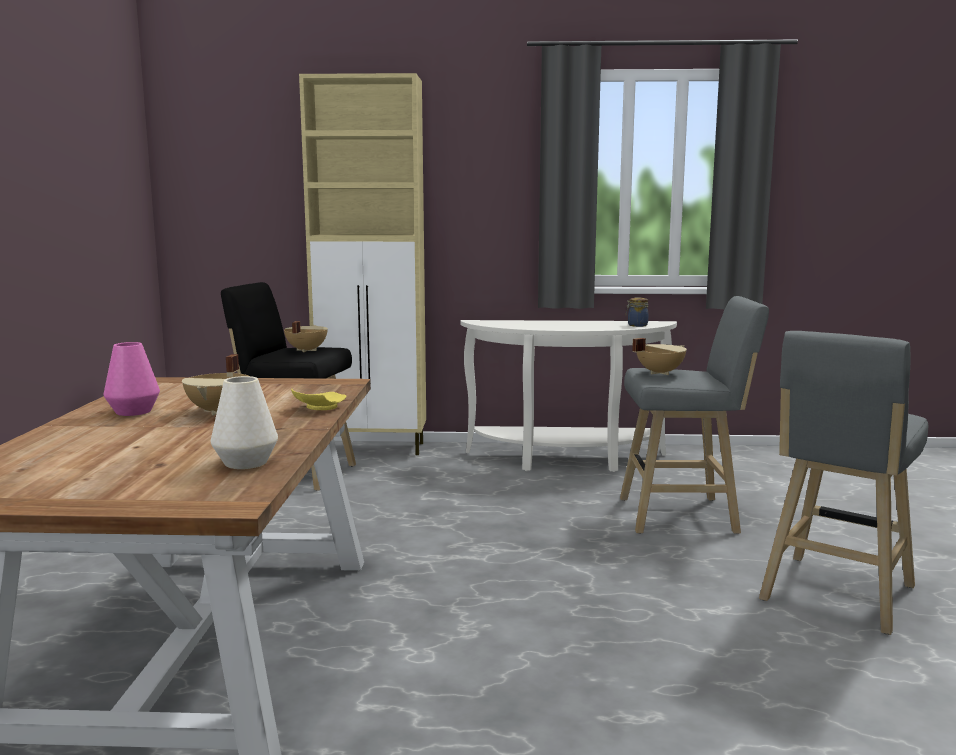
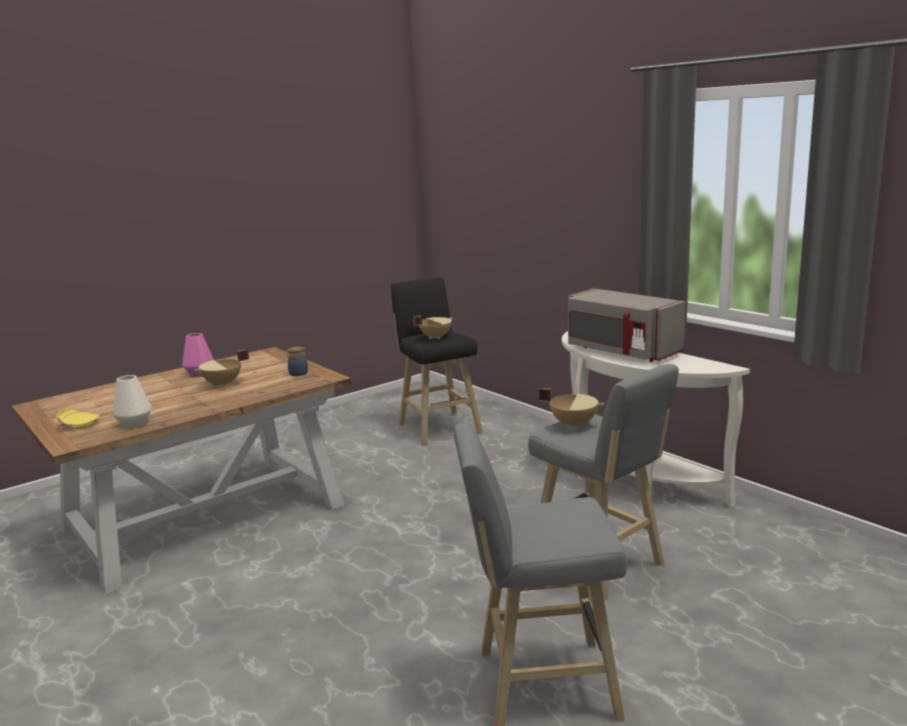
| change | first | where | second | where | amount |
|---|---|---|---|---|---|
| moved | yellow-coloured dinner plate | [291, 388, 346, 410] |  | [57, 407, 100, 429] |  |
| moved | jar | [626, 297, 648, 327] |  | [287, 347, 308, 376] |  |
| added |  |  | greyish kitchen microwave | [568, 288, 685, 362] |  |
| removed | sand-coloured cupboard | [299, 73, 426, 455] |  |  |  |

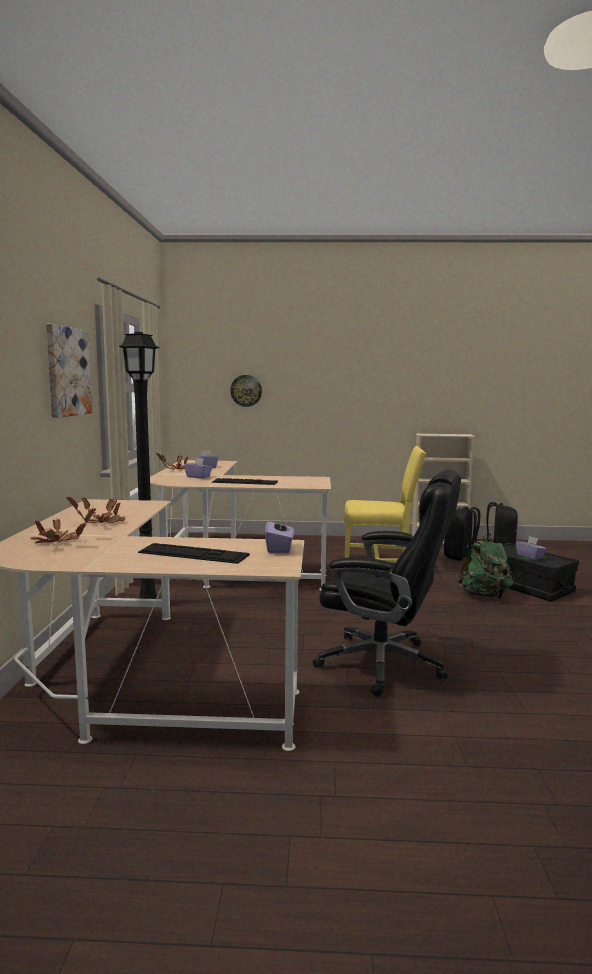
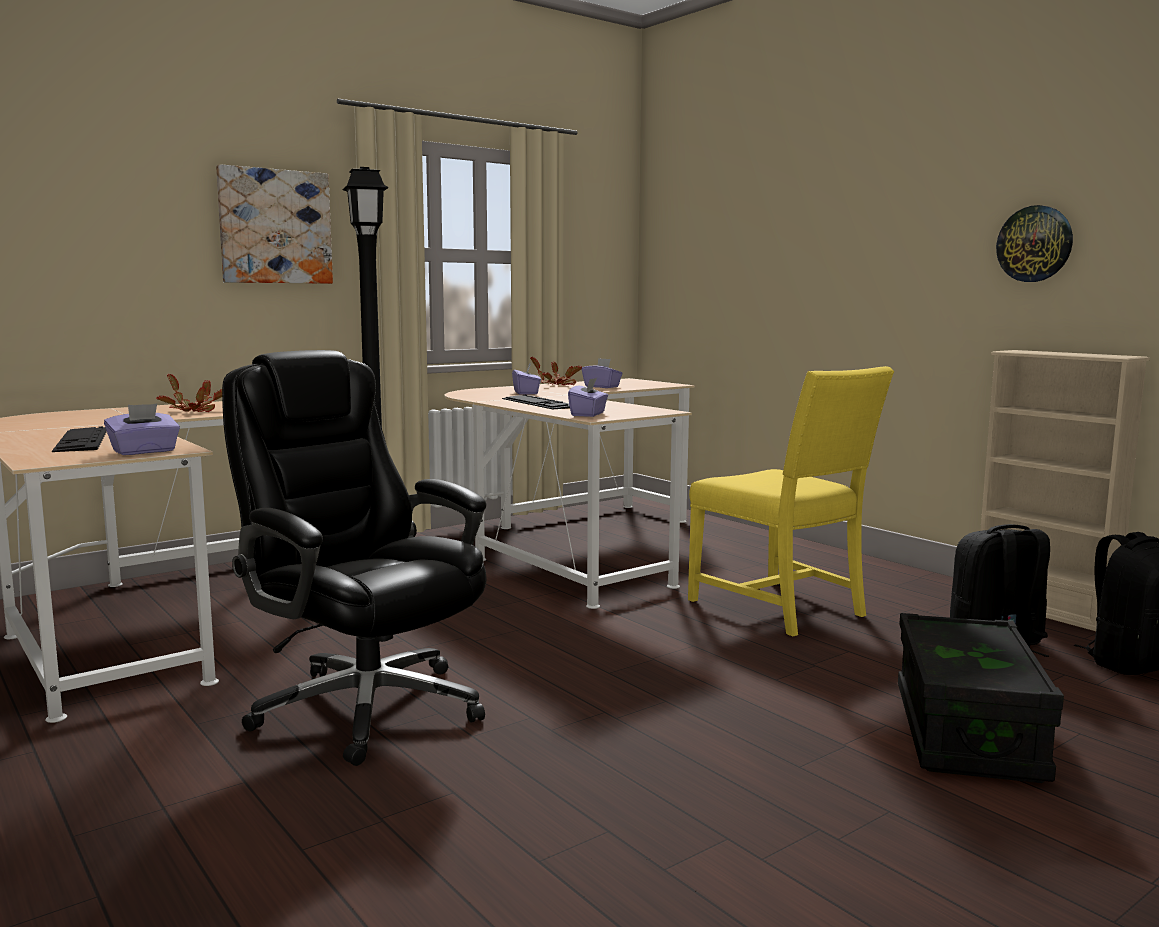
| change | first | where | second | where | amount |
|---|---|---|---|---|---|
| turned | black office chair | [313, 469, 461, 697] |  | [222, 350, 487, 766] | 150 degrees clockwise |
| moved | purplish box of tissues | [516, 536, 547, 560] |  | [568, 378, 608, 417] |  |
| moved | clock on the wall | [230, 375, 262, 407] |  | [996, 205, 1073, 282] |  |
| removed | plant in a pot | [31, 508, 96, 543] |  |  |  |
| removed | green rucksack | [457, 534, 513, 599] |  |  |  |

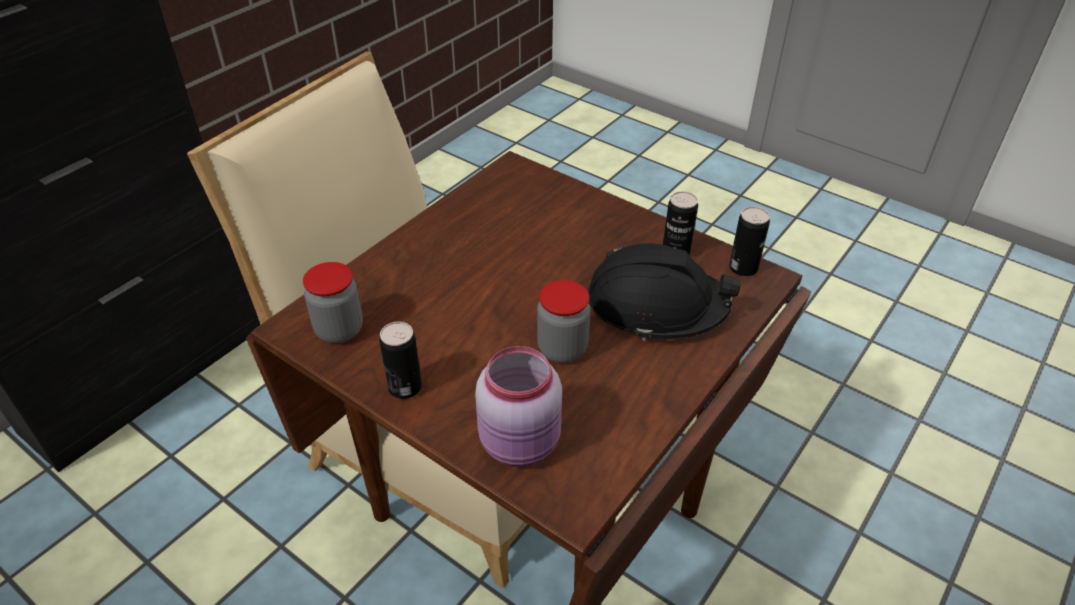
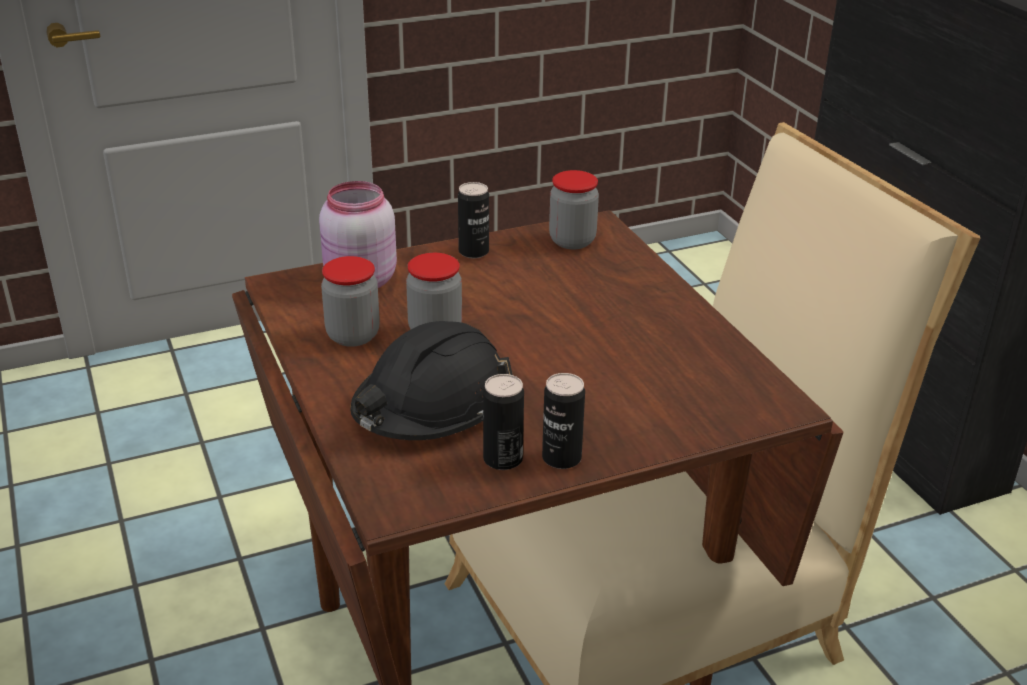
| change | first | where | second | where | amount |
|---|---|---|---|---|---|
| added |  |  | jar | [321, 256, 380, 347] |  |
| moved | metal can | [729, 206, 770, 276] |  | [542, 373, 585, 469] |  |

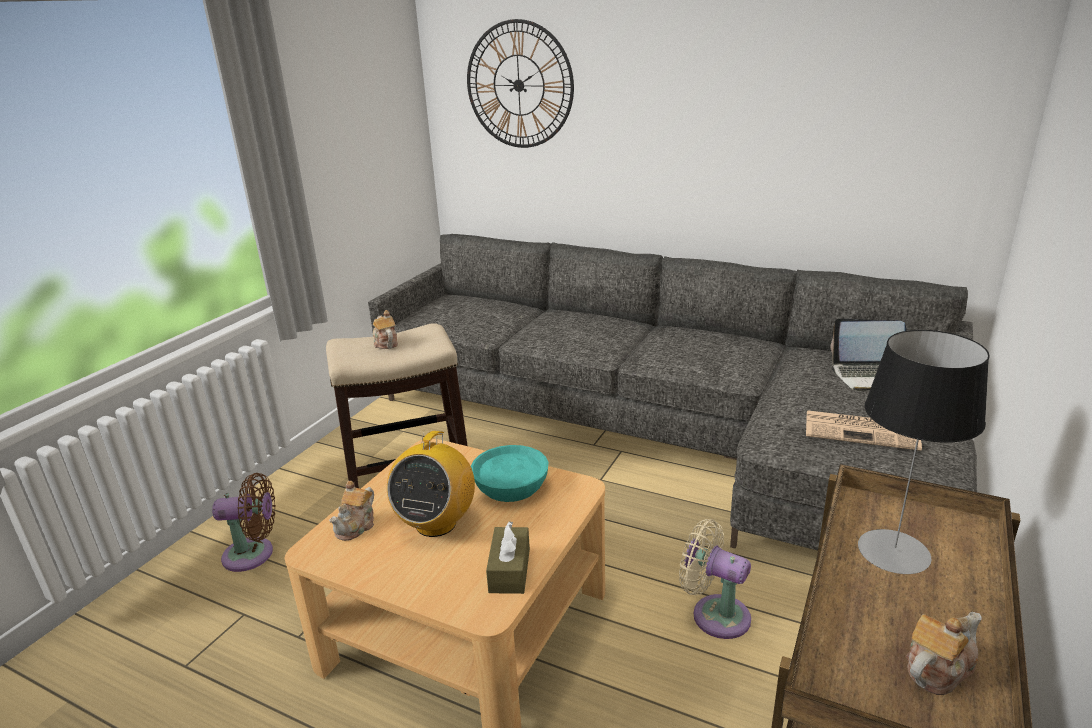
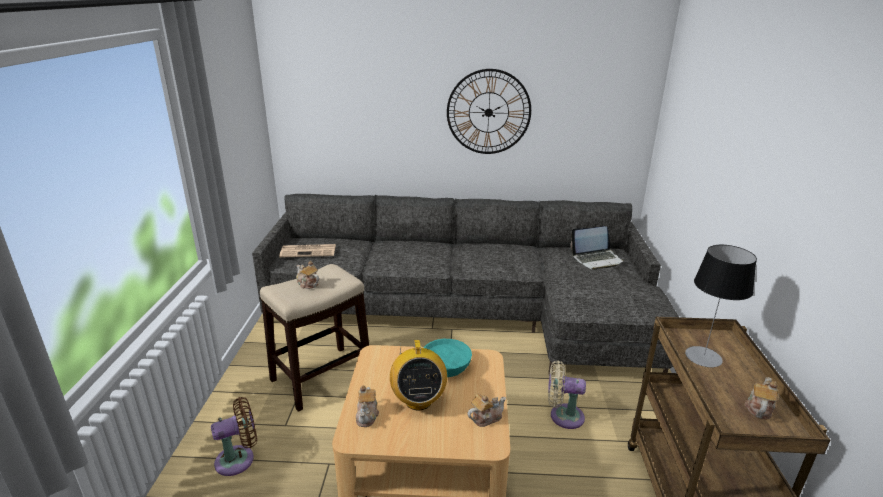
| change | first | where | second | where | amount |
|---|---|---|---|---|---|
| moved | printed paper | [806, 410, 922, 451] |  | [279, 244, 336, 258] |  |
| moved | clock on the wall | [467, 19, 574, 148] |  | [447, 69, 531, 154] |  |
| replaced | brownish box of tissues | [486, 521, 530, 594] | tea pot | [467, 394, 506, 427] |  |

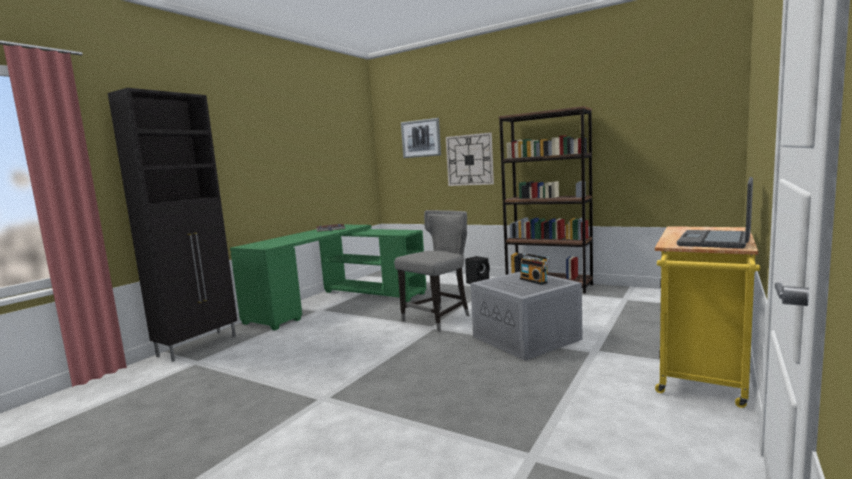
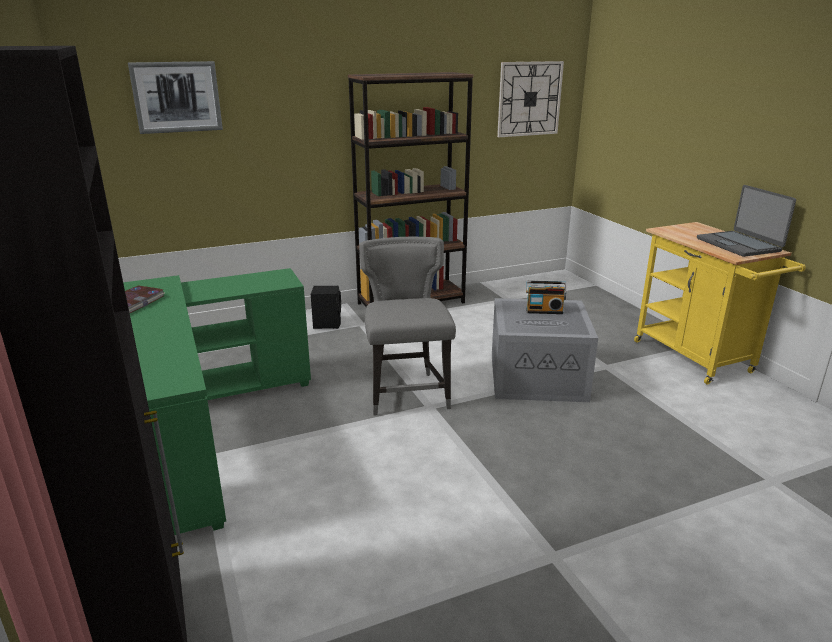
| change | first | where | second | where | amount |
|---|---|---|---|---|---|
| moved | clock on the wall | [446, 132, 494, 186] |  | [497, 61, 564, 137] |  |

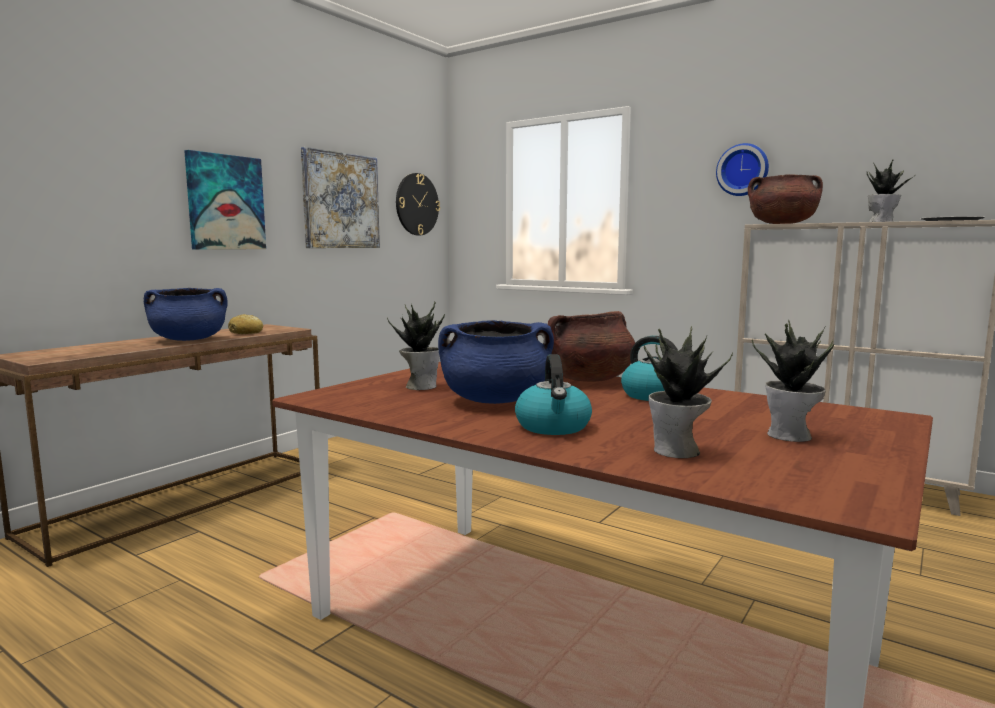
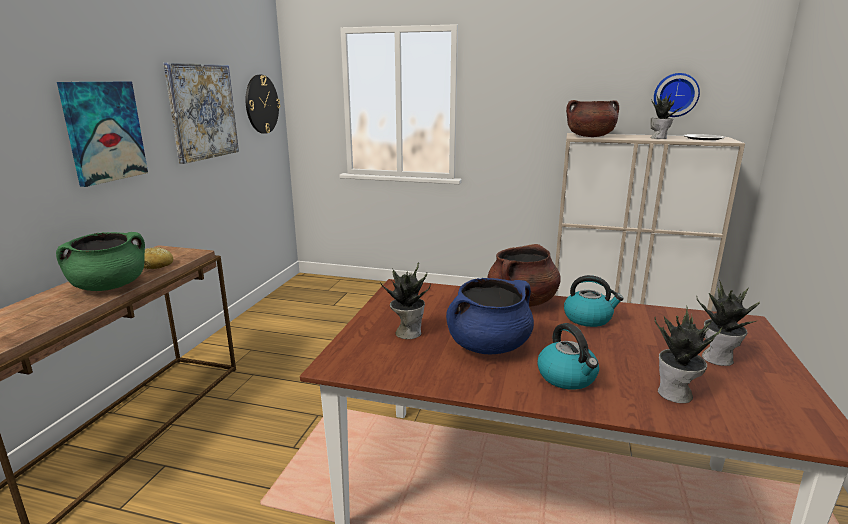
| change | first | where | second | where | amount |
|---|---|---|---|---|---|
| recoloured | blue saucepot | [144, 288, 228, 341] | green saucepot | [56, 232, 145, 291] |  |
| moved | clock on the wall | [716, 143, 769, 196] |  | [654, 73, 700, 117] |  |

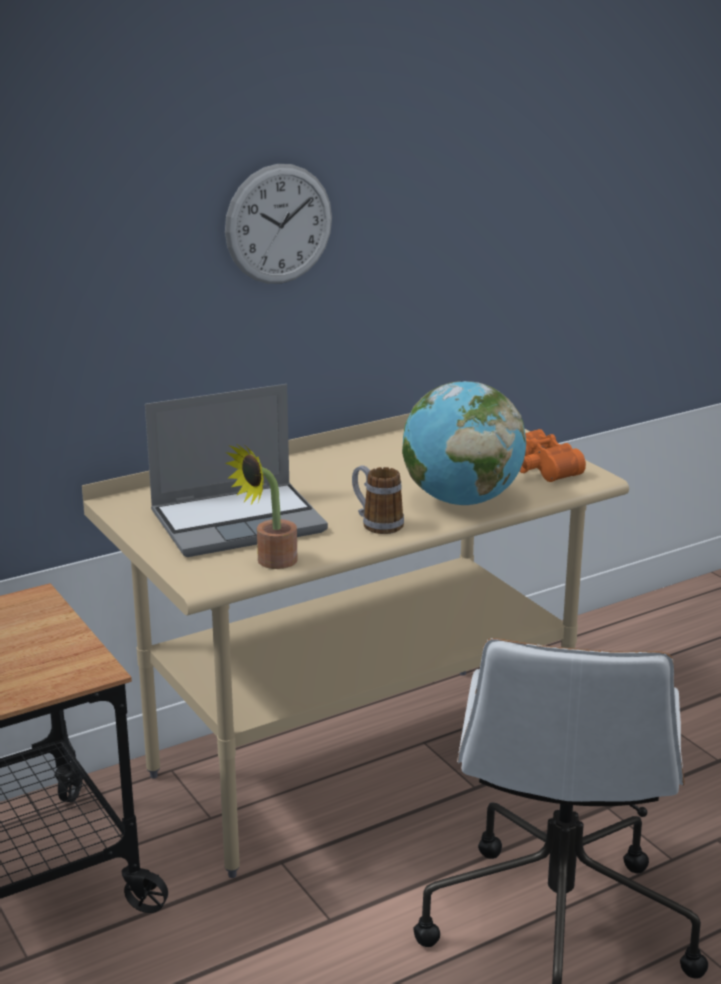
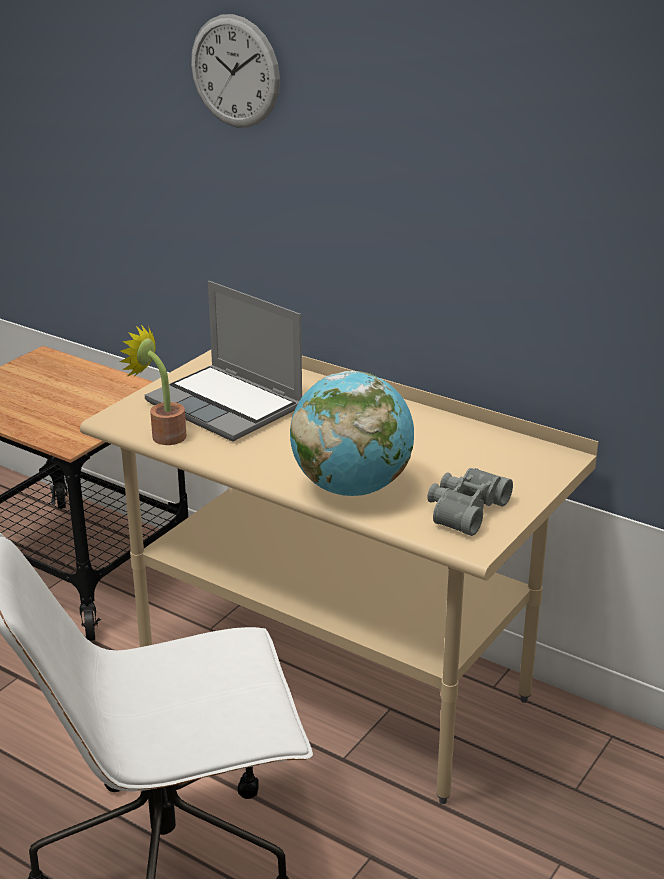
| change | first | where | second | where | amount |
|---|---|---|---|---|---|
| moved | clock on the wall | [225, 164, 332, 284] |  | [191, 14, 280, 128] |  |
| recoloured | orange binoculars | [520, 429, 586, 482] | greyish binoculars | [427, 468, 513, 536] |  |
| removed | coffee mug | [352, 465, 404, 534] |  |  |  |

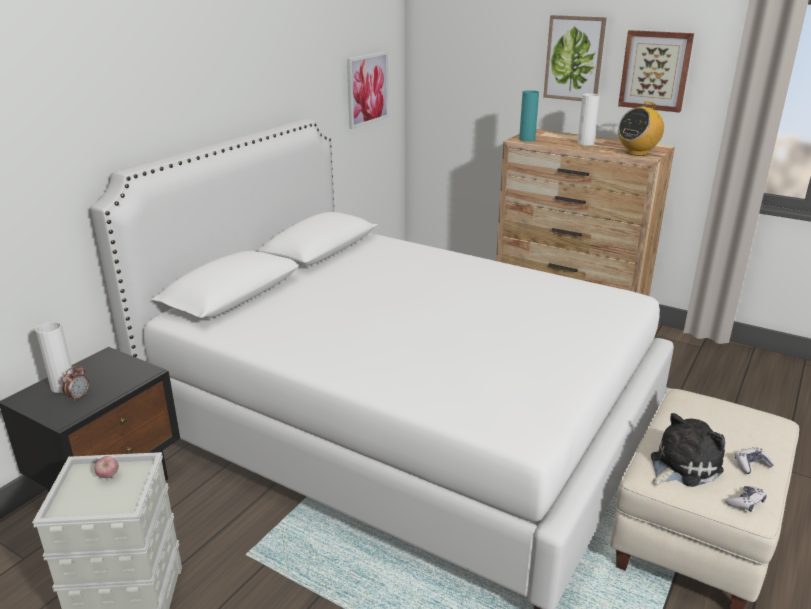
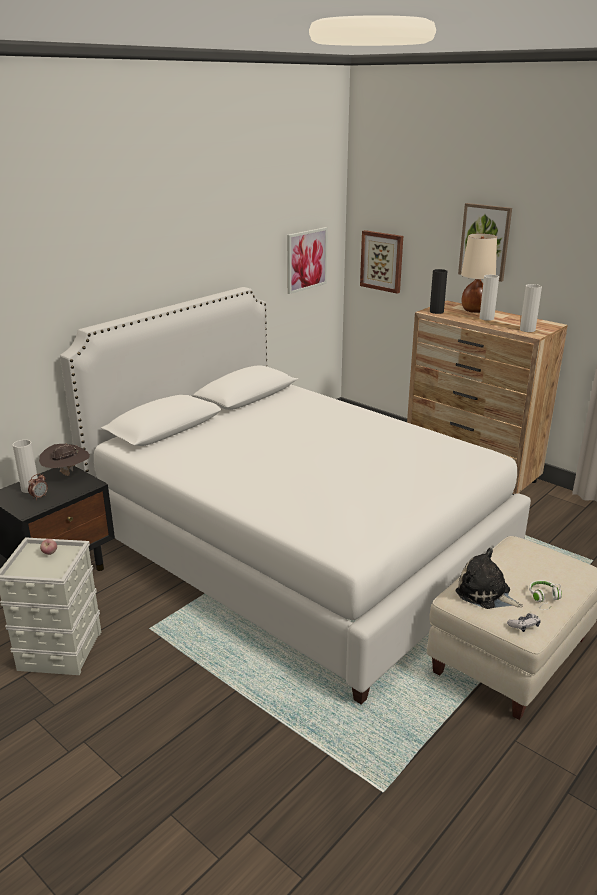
| change | first | where | second | where | amount |
|---|---|---|---|---|---|
| added |  |  | brownish wearable hat | [39, 444, 90, 476] |  |
| moved | wall picture | [618, 30, 694, 113] |  | [360, 230, 403, 294] |  |
| recoloured | turquoise-coloured vase | [519, 90, 539, 142] | black vase | [430, 269, 447, 314] |  |
| turned | plush toy | [651, 413, 725, 487] |  | [456, 548, 523, 609] | 120 degrees counterclockwise |
| added |  |  | sand-coloured table lamp | [461, 233, 497, 313] |  |
| replaced | radio | [618, 101, 664, 156] | white vase | [520, 284, 542, 332] |  |
| replaced | joypad | [735, 447, 774, 474] | white pair of headphones | [529, 580, 562, 610] |  |

